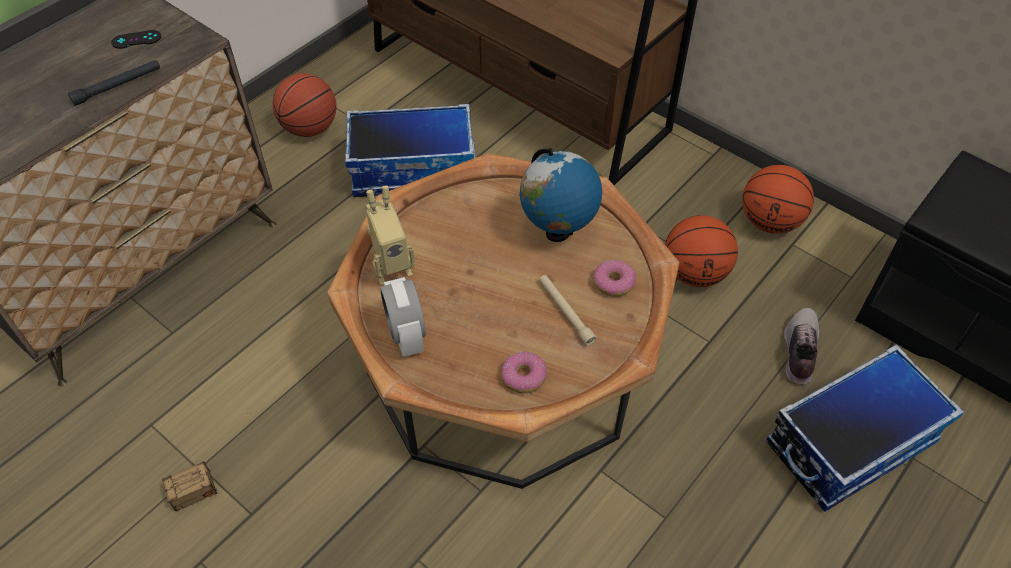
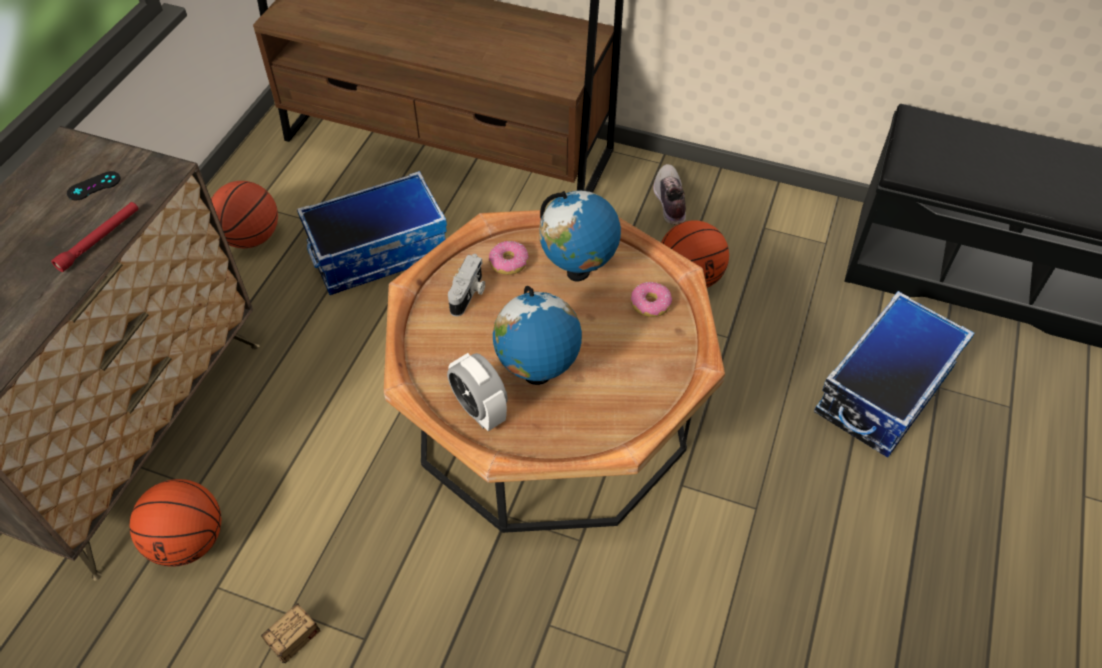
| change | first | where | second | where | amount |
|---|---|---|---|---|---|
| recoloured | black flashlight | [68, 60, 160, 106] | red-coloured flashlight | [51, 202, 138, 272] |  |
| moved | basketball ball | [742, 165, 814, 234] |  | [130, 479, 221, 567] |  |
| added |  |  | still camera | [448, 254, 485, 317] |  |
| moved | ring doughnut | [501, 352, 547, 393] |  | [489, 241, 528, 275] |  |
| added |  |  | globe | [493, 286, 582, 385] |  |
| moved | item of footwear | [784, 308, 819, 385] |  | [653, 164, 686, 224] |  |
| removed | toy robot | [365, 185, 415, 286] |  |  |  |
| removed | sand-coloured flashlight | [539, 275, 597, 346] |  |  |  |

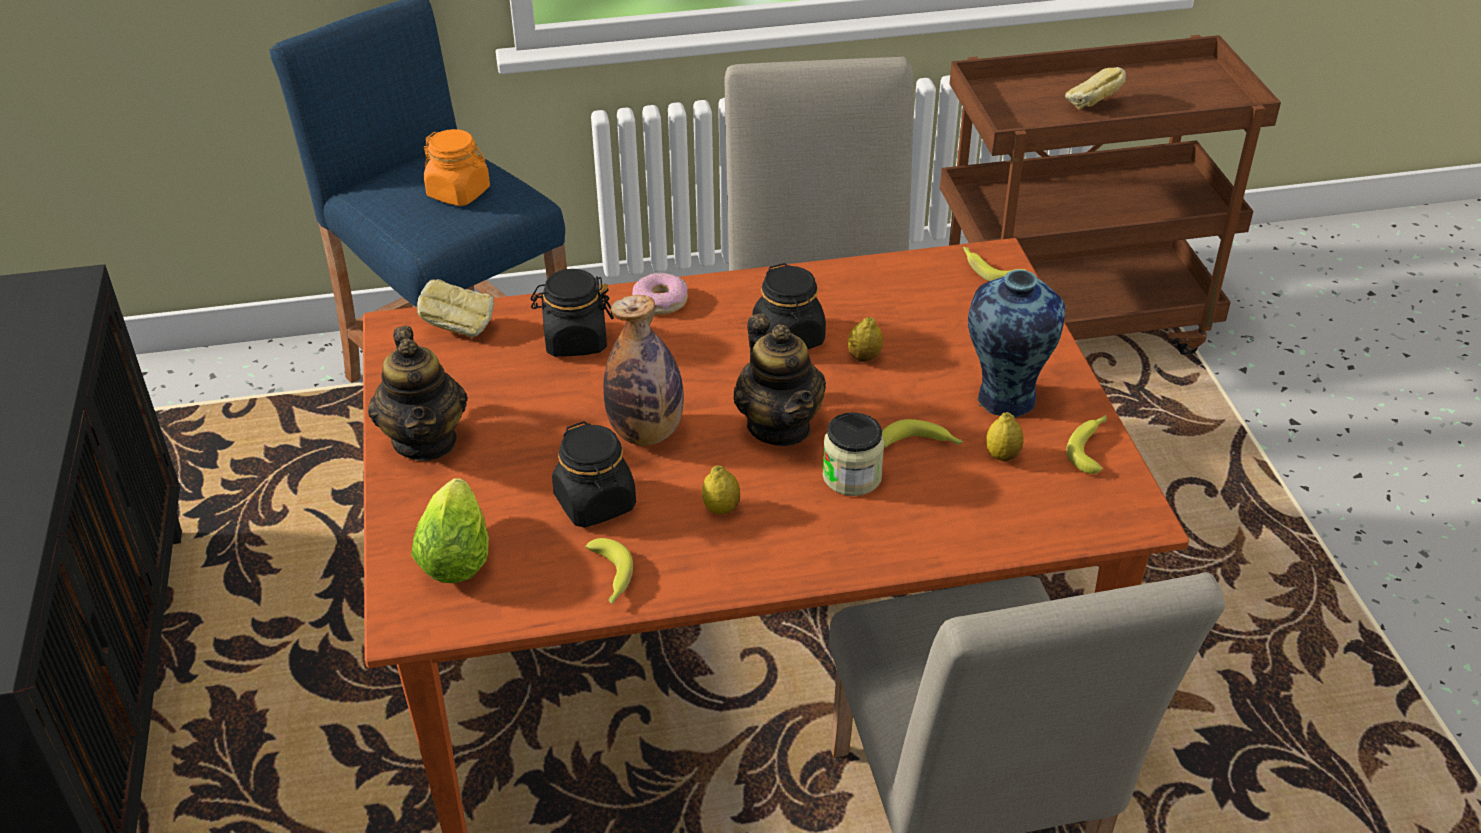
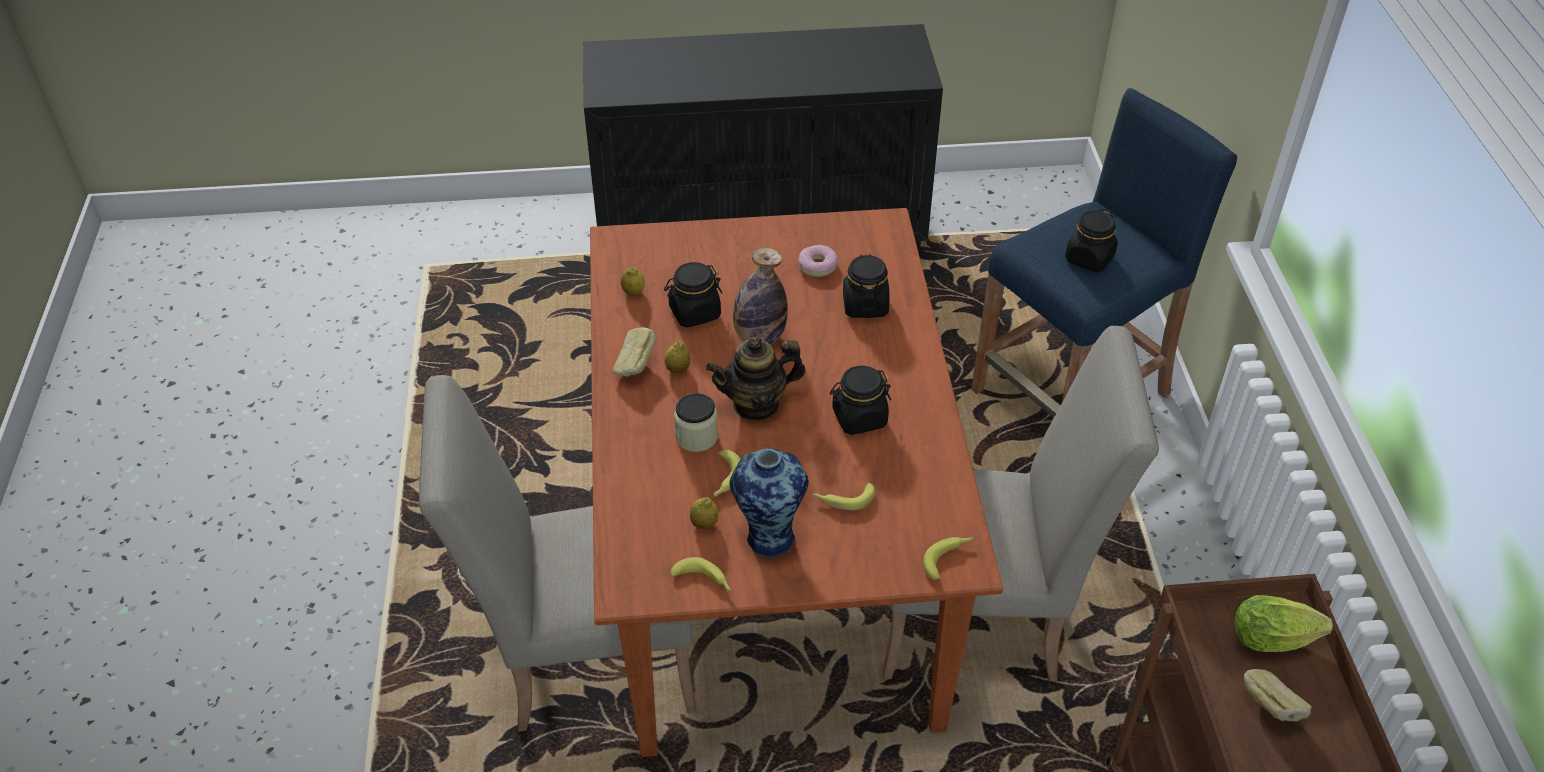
| change | first | where | second | where | amount |
|---|---|---|---|---|---|
| moved | bakery bread | [417, 279, 494, 337] |  | [613, 327, 657, 377] |  |
| moved | whole lemon | [848, 317, 883, 362] |  | [621, 267, 645, 296] |  |
| moved | ring doughnut | [632, 273, 688, 315] |  | [798, 245, 838, 277] |  |
| moved | whole banana | [585, 538, 633, 604] |  | [813, 483, 875, 510] |  |
| recoloured | orange jar | [424, 129, 490, 206] | black jar | [1065, 209, 1118, 272] |  |
| moved | lettuce | [411, 478, 489, 583] |  | [1235, 595, 1333, 652] |  |
| removed | tea pot | [368, 326, 468, 461] |  |  |  |

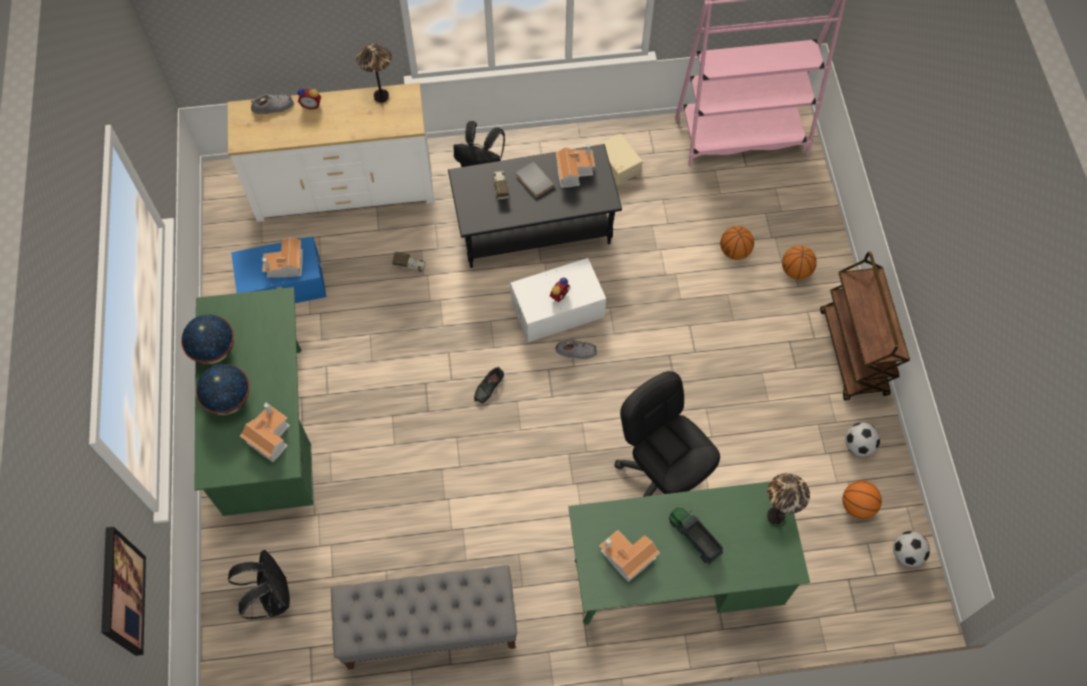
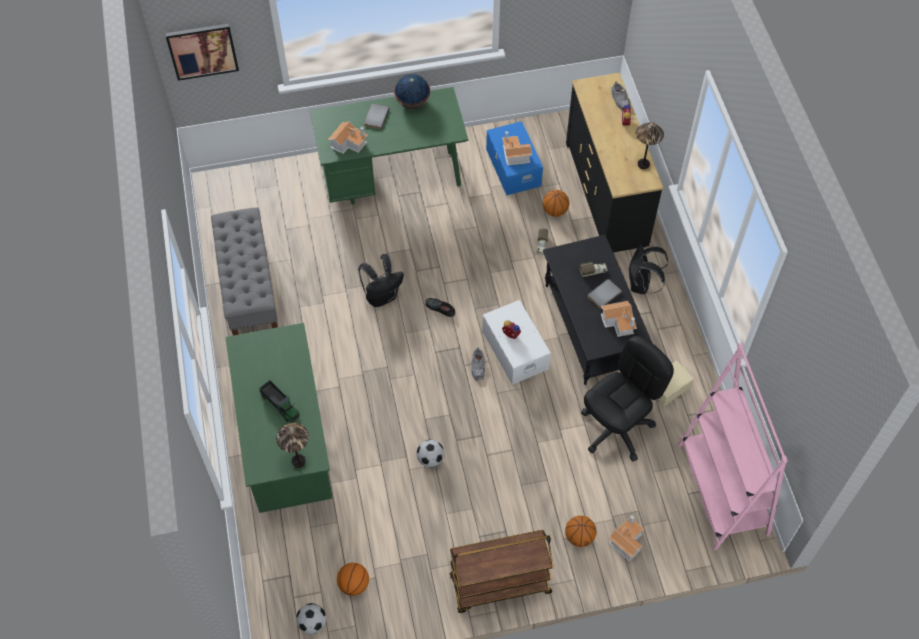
| change | first | where | second | where | amount |
|---|---|---|---|---|---|
| turned | model truck | [669, 507, 723, 564] |  | [260, 380, 300, 423] | 90 degrees clockwise |
| moved | black rucksack | [228, 550, 290, 619] |  | [358, 254, 404, 307] |  |
| replaced | globe | [196, 364, 250, 415] | greyish book | [364, 104, 389, 130] |  |
| moved | football ball | [845, 423, 880, 457] |  | [417, 440, 445, 468] |  |
| moved | basketball ball | [720, 226, 754, 260] |  | [543, 190, 569, 217] |  |
| recoloured | white drawer chest | [228, 83, 434, 222] | black drawer chest | [566, 73, 663, 253] |  |
| moved | black office chair | [614, 371, 720, 497] |  | [581, 336, 674, 461] |  |
| moved | miniature house | [599, 530, 660, 582] |  | [609, 515, 644, 562] |  |

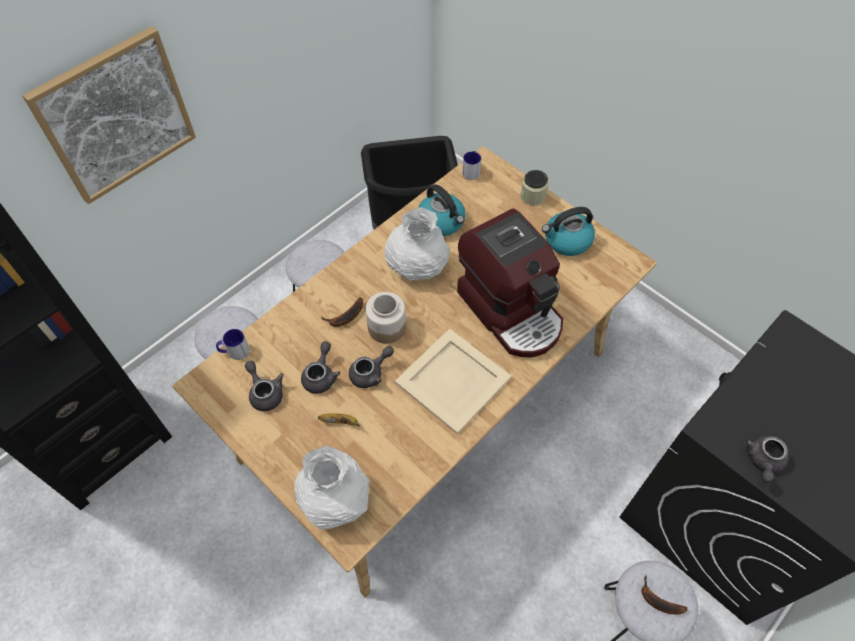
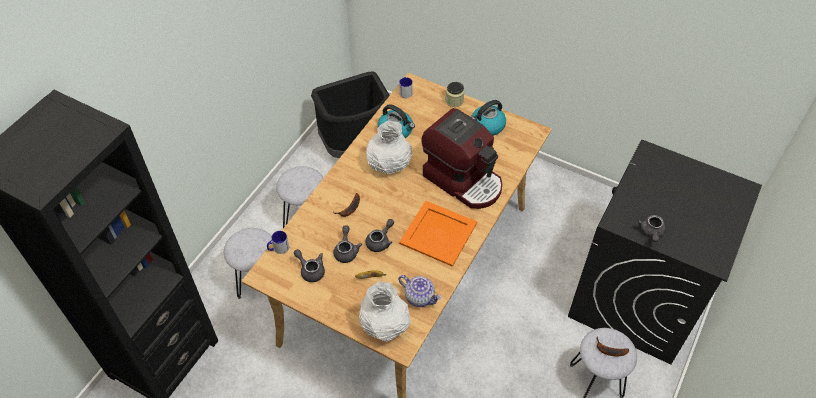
| change | first | where | second | where | amount |
|---|---|---|---|---|---|
| added |  |  | tea pot | [398, 275, 442, 307] |  |
| recoloured | sand-coloured tray | [395, 329, 512, 434] | orange tray | [399, 201, 477, 267] |  |
| removed | wall picture | [22, 26, 196, 204] |  |  |  |
| removed | jar | [365, 292, 406, 344] |  |  |  |

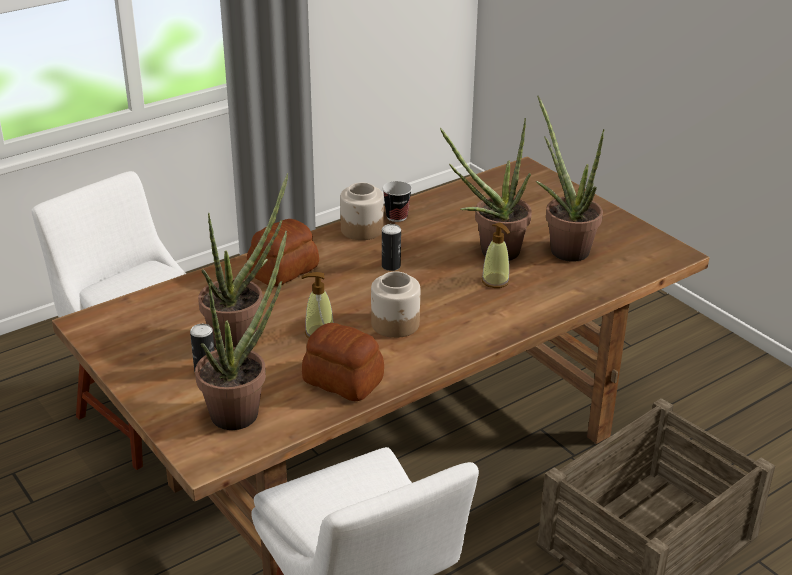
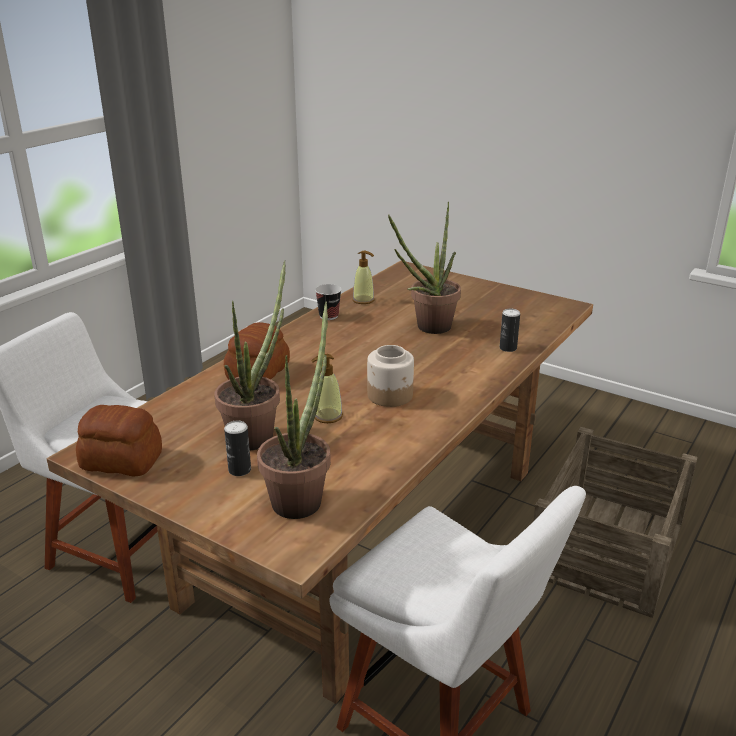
| change | first | where | second | where | amount |
|---|---|---|---|---|---|
| moved | bakery bread | [302, 323, 384, 401] |  | [76, 405, 162, 476] |  |
| moved | soap bottle | [482, 223, 510, 288] |  | [353, 251, 374, 304] |  |
| moved | metal can | [382, 224, 401, 271] |  | [499, 309, 520, 352] |  |
| removed | jar | [340, 182, 384, 240] |  |  |  |
| removed | plant in a pot | [535, 96, 605, 262] |  |  |  |

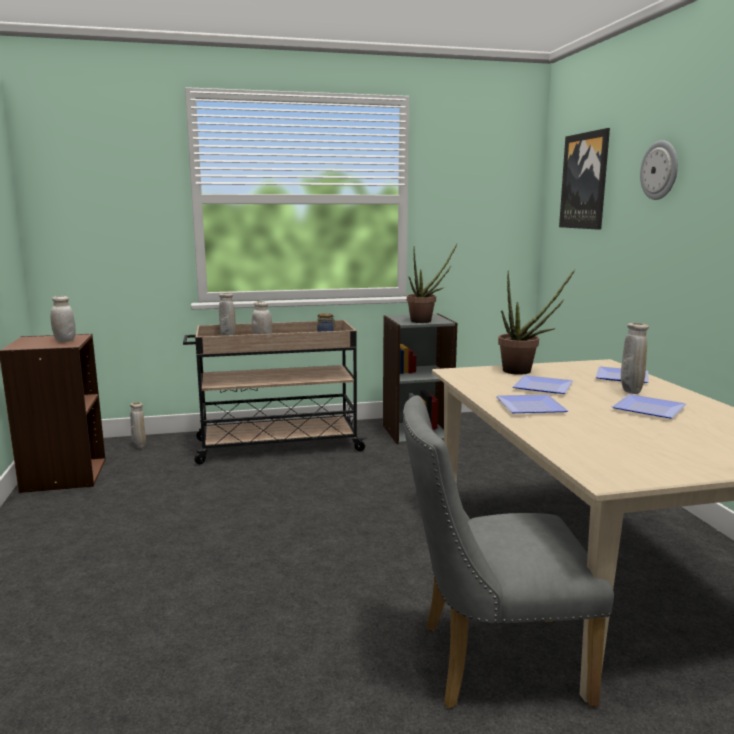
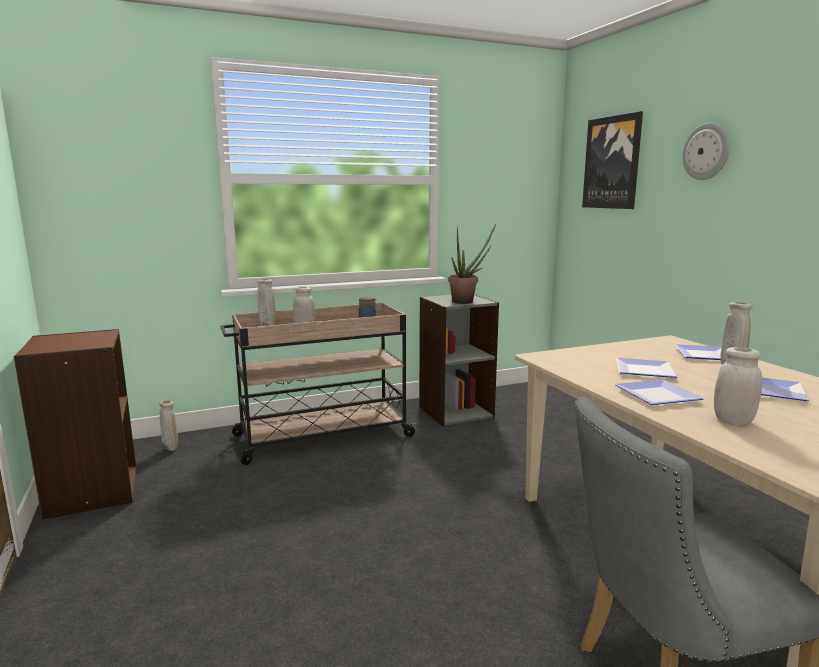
| change | first | where | second | where | amount |
|---|---|---|---|---|---|
| moved | white jar | [51, 296, 75, 342] |  | [714, 347, 762, 425] |  |
| removed | plant in a pot | [498, 269, 575, 375] |  |  |  |

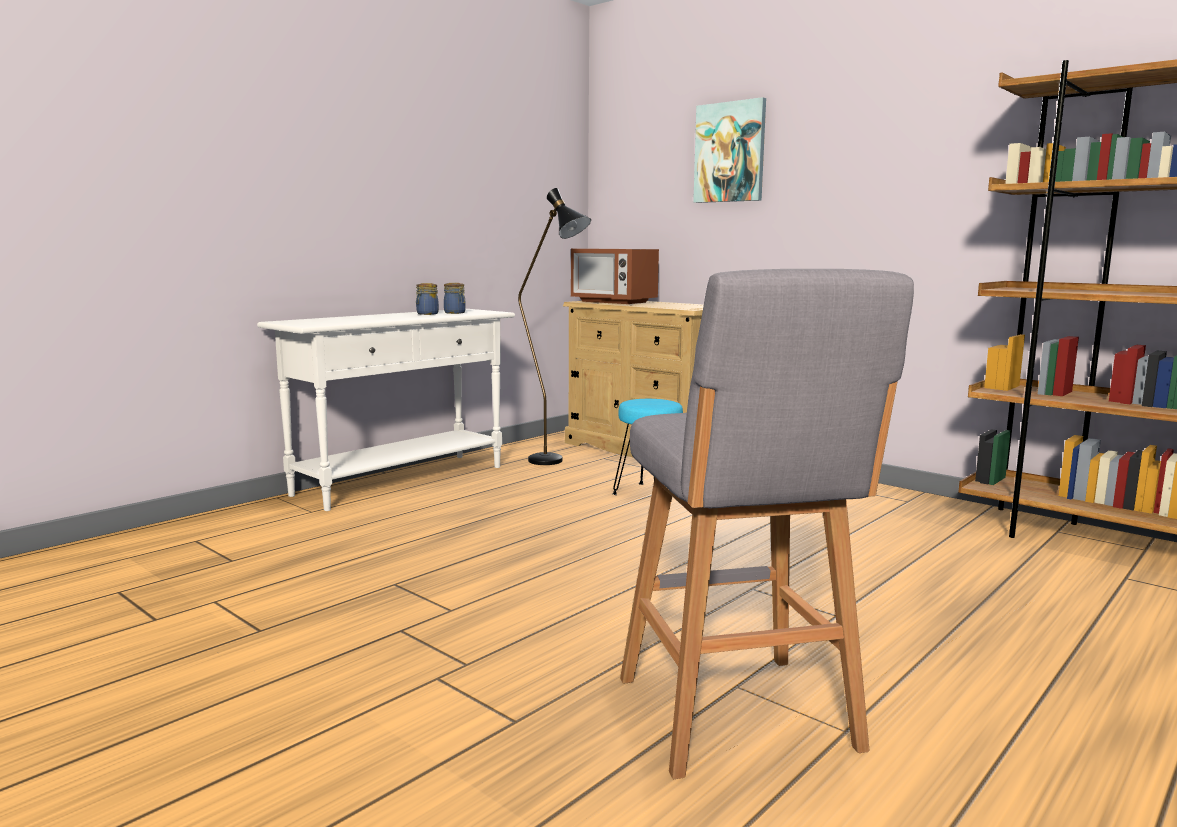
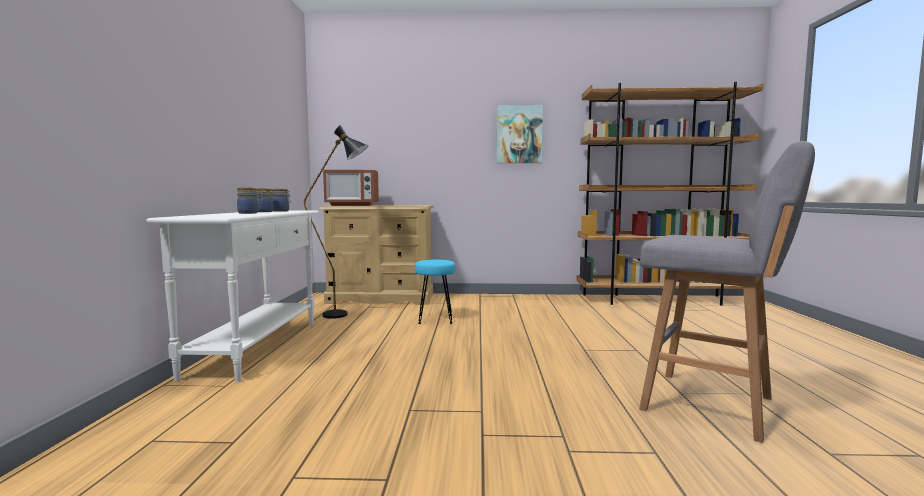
| change | first | where | second | where | amount |
|---|---|---|---|---|---|
| added |  |  | jar | [237, 187, 258, 214] |  |
| moved | wall picture | [693, 97, 766, 203] |  | [497, 105, 543, 163] |  |

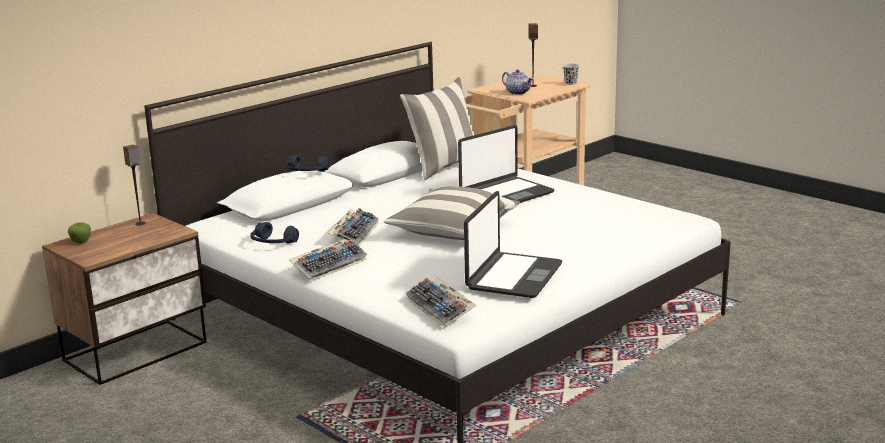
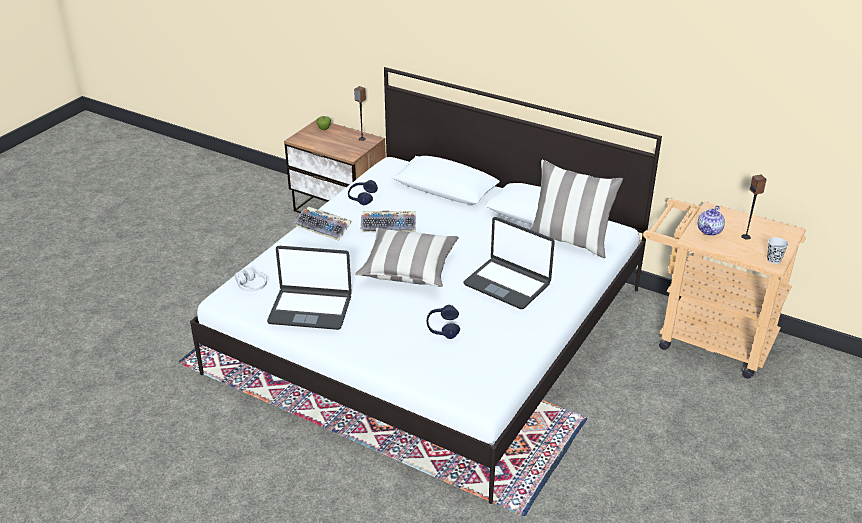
| change | first | where | second | where | amount |
|---|---|---|---|---|---|
| replaced | PC keyboard | [406, 277, 476, 328] | white pair of headphones | [235, 268, 267, 292] |  |
| moved | blue pair of headphones | [286, 154, 329, 172] |  | [427, 305, 460, 339] |  |

